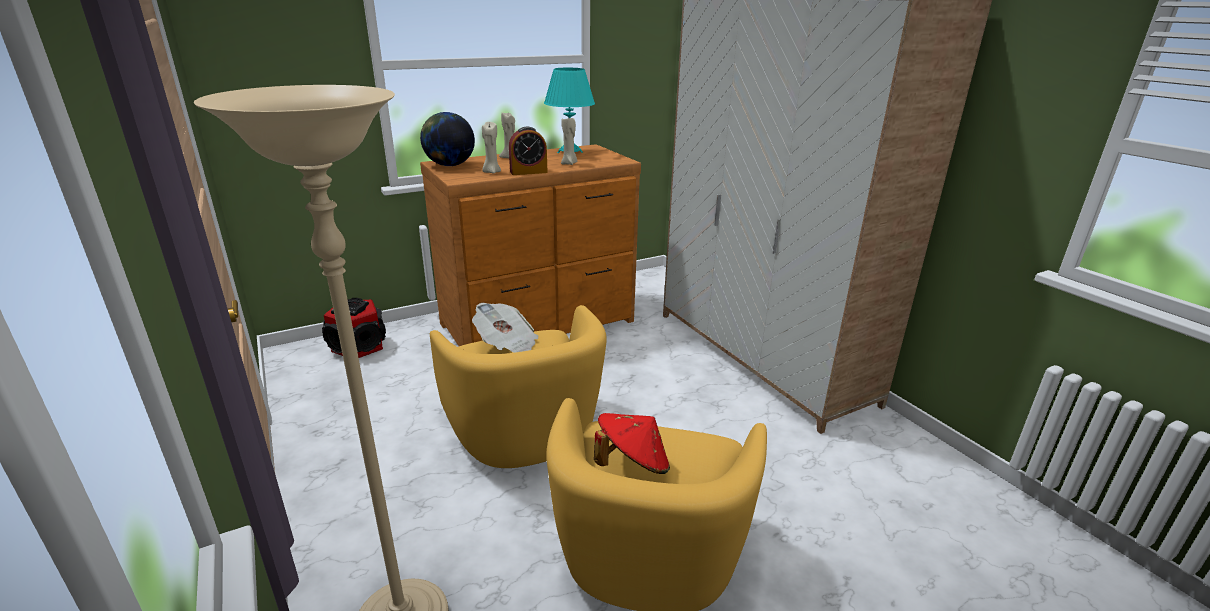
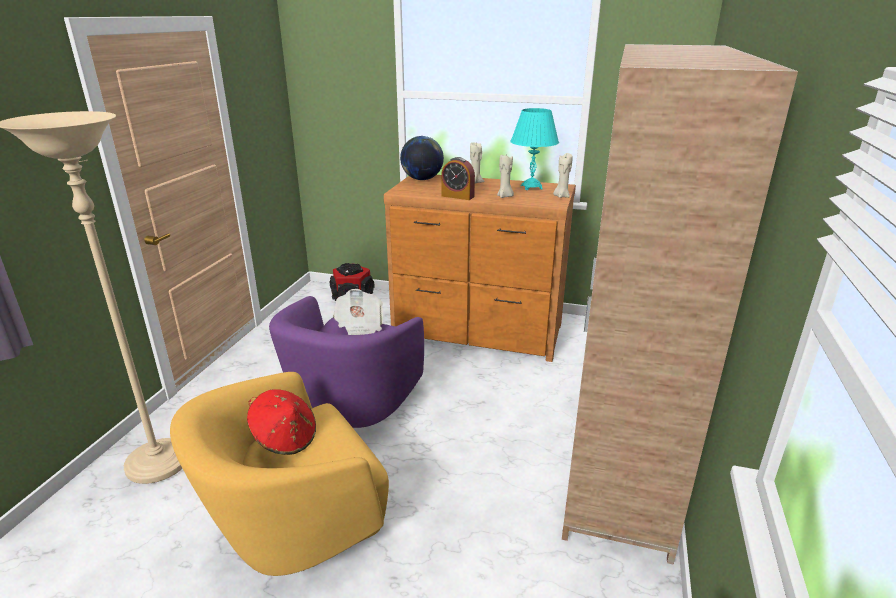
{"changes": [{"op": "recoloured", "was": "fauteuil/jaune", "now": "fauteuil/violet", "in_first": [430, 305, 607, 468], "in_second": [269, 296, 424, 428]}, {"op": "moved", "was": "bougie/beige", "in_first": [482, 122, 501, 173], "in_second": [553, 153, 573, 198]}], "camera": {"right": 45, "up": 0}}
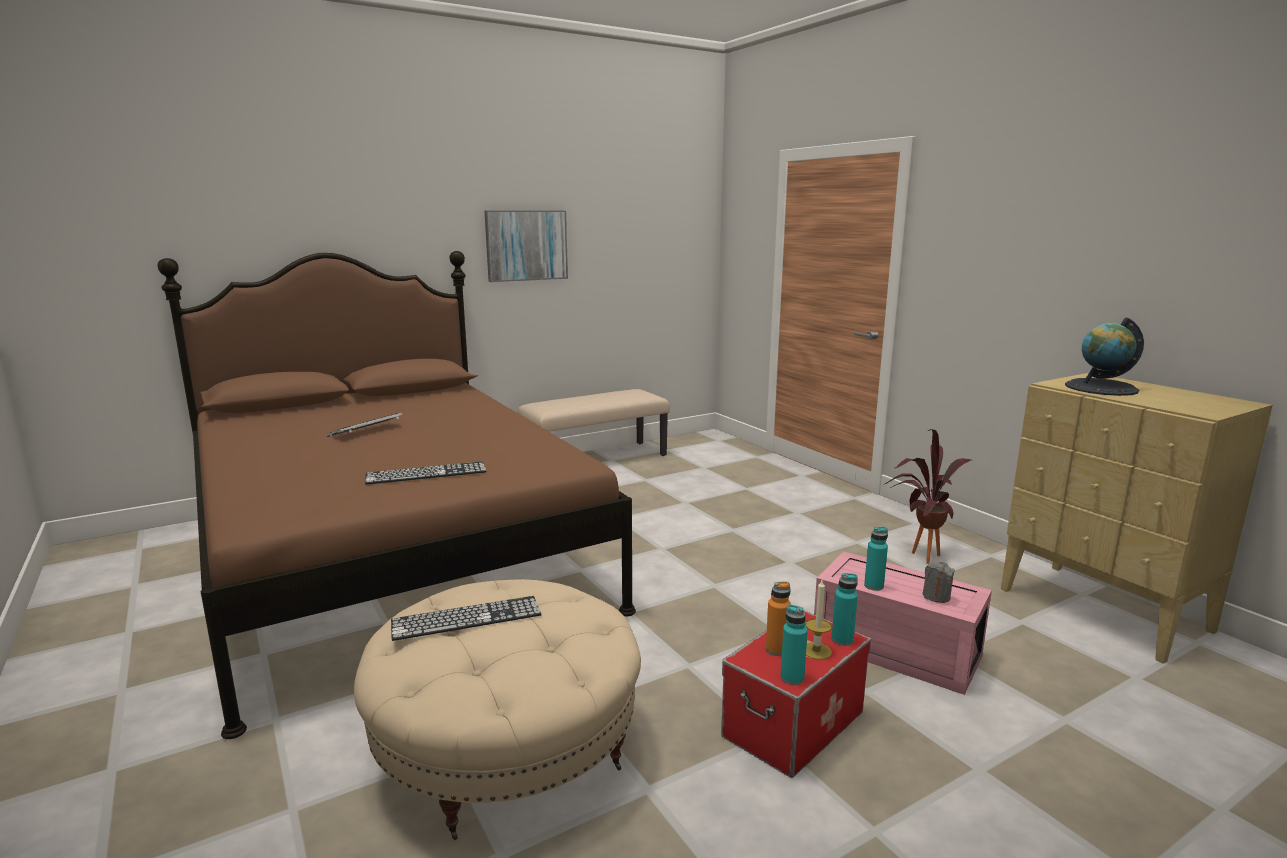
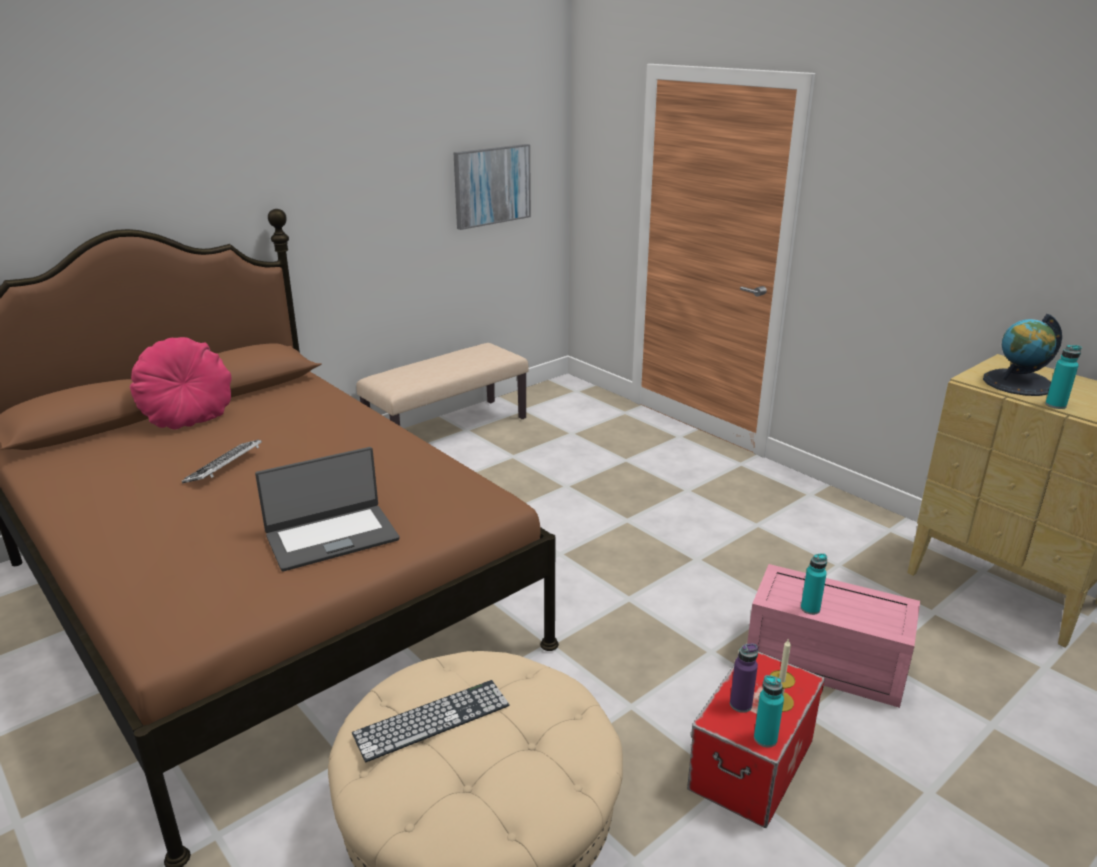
{"changes": [{"op": "added", "now": "coussin/rose", "in_second": [130, 337, 231, 430]}, {"op": "replaced", "was": "clavier", "now": "ordinateur portable", "in_first": [365, 462, 487, 485], "in_second": [255, 447, 400, 571]}, {"op": "moved", "was": "tableau", "in_first": [484, 210, 568, 282], "in_second": [453, 144, 531, 230]}, {"op": "recoloured", "was": "bouteille/orange", "now": "bouteille/violet", "in_first": [766, 582, 791, 656], "in_second": [730, 643, 758, 713]}, {"op": "moved", "was": "bouteille/turquoise", "in_first": [831, 573, 858, 646], "in_second": [1045, 345, 1082, 409]}, {"op": "removed", "was": "plante en pot", "in_first": [885, 429, 971, 564]}, {"op": "removed", "was": "bougie/gris", "in_first": [922, 561, 955, 603]}], "camera": {"right": -10, "up": 10}}
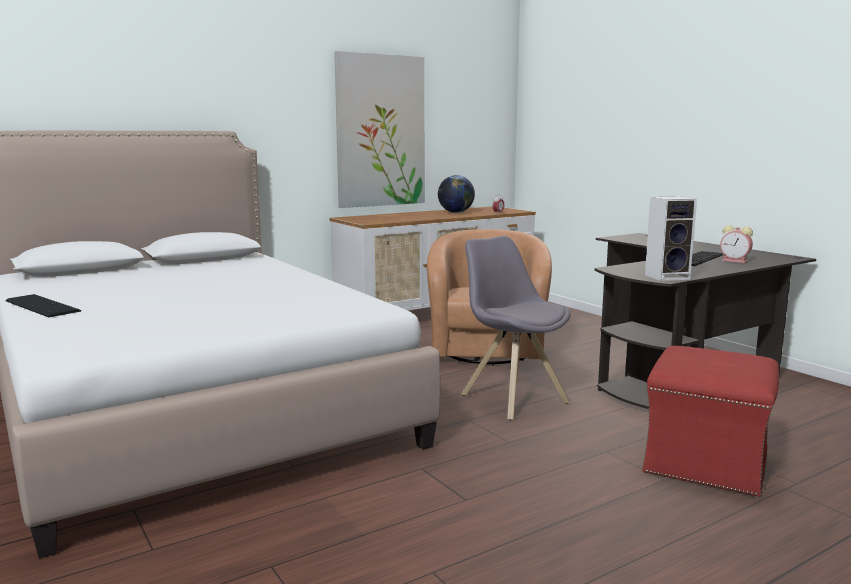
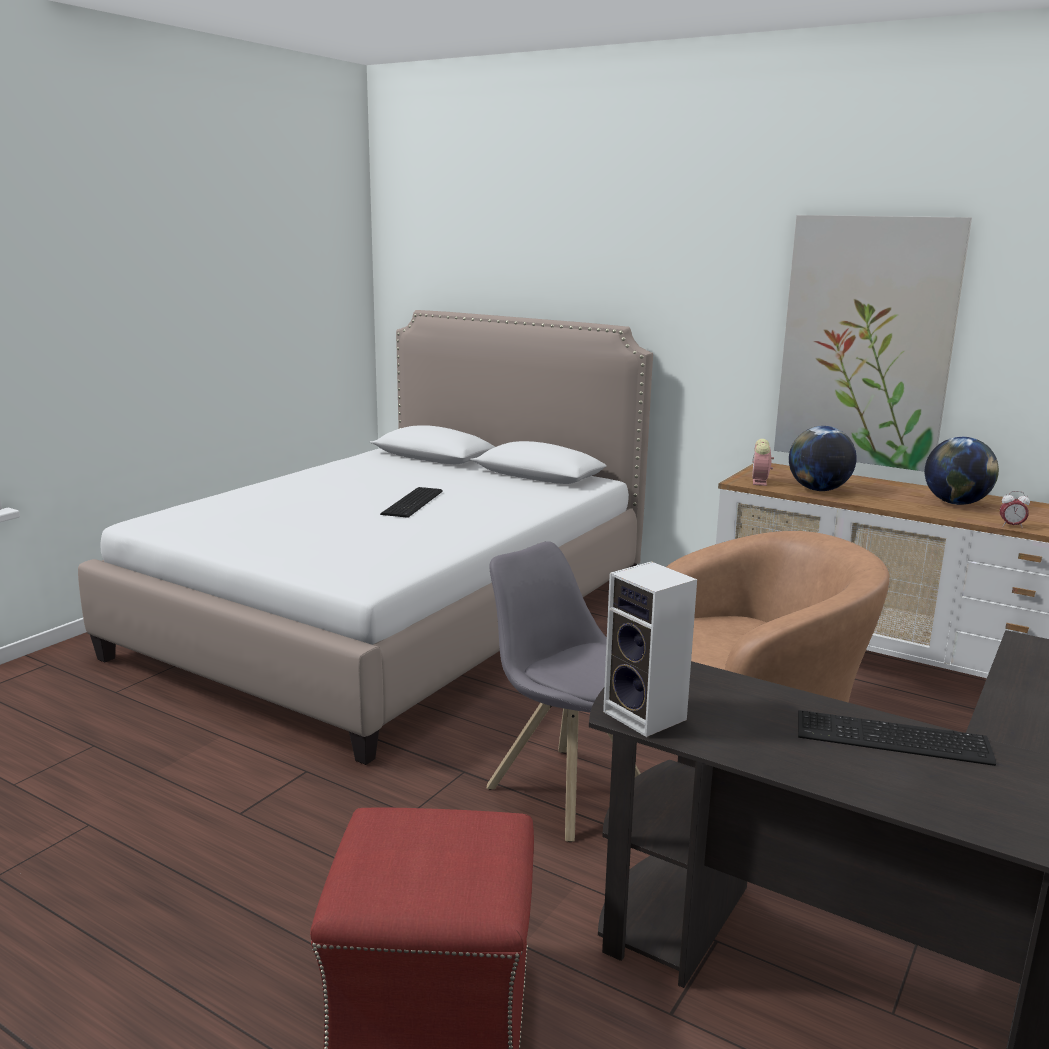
{"changes": [{"op": "moved", "was": "clavier", "in_first": [6, 294, 81, 317], "in_second": [380, 487, 443, 518]}, {"op": "turned", "was": "chaise/gris", "in_first": [461, 236, 570, 420], "in_second": [487, 541, 641, 842], "clockwise": -75}, {"op": "moved", "was": "réveil", "in_first": [720, 226, 753, 263], "in_second": [752, 439, 774, 486]}, {"op": "added", "now": "globe", "in_second": [789, 426, 857, 491]}], "camera": {"right": 65, "up": 5}}
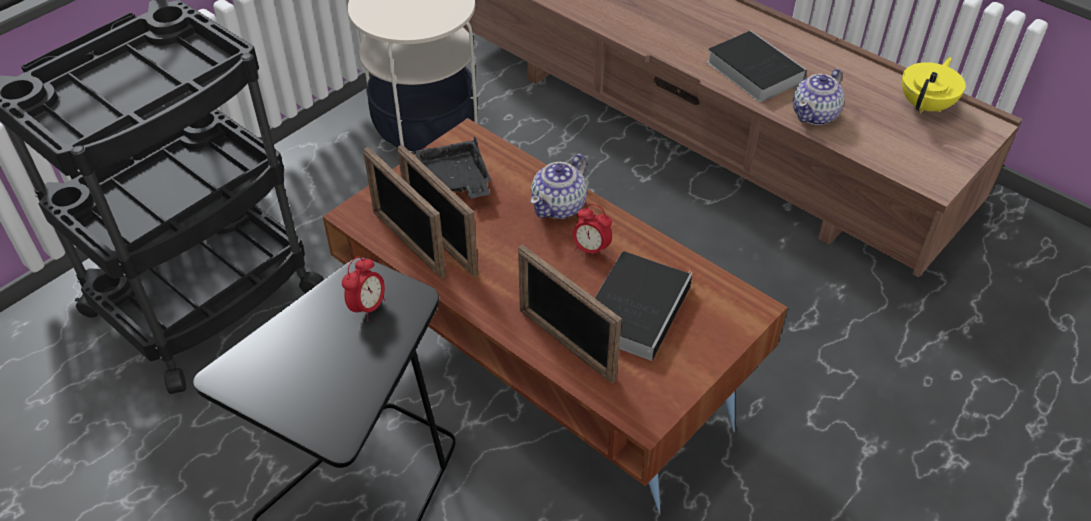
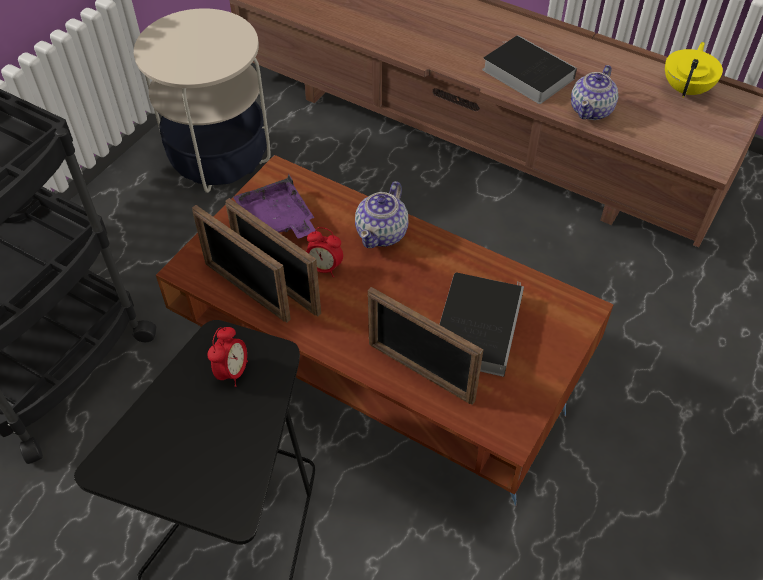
{"changes": [{"op": "recoloured", "was": "plateau/noir", "now": "plateau/violet", "in_first": [415, 136, 491, 198], "in_second": [233, 174, 315, 239]}, {"op": "moved", "was": "réveil", "in_first": [573, 204, 612, 260], "in_second": [306, 227, 343, 277]}], "camera": {"right": -10, "up": 5}}
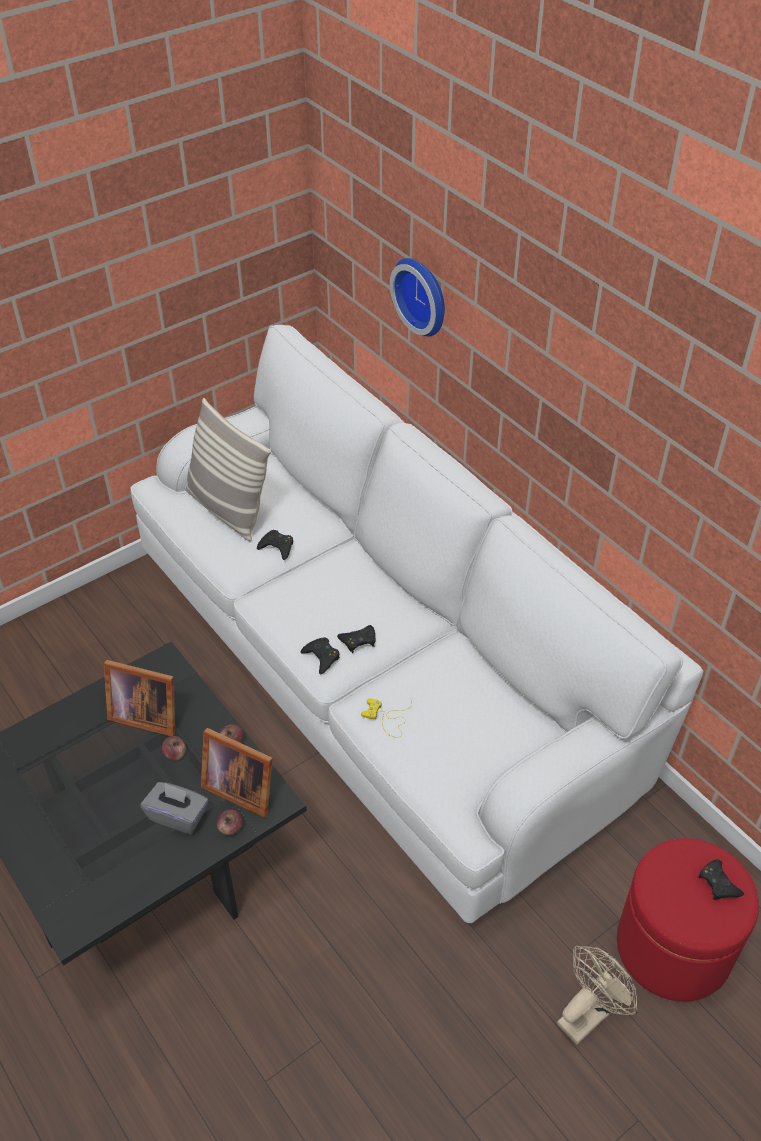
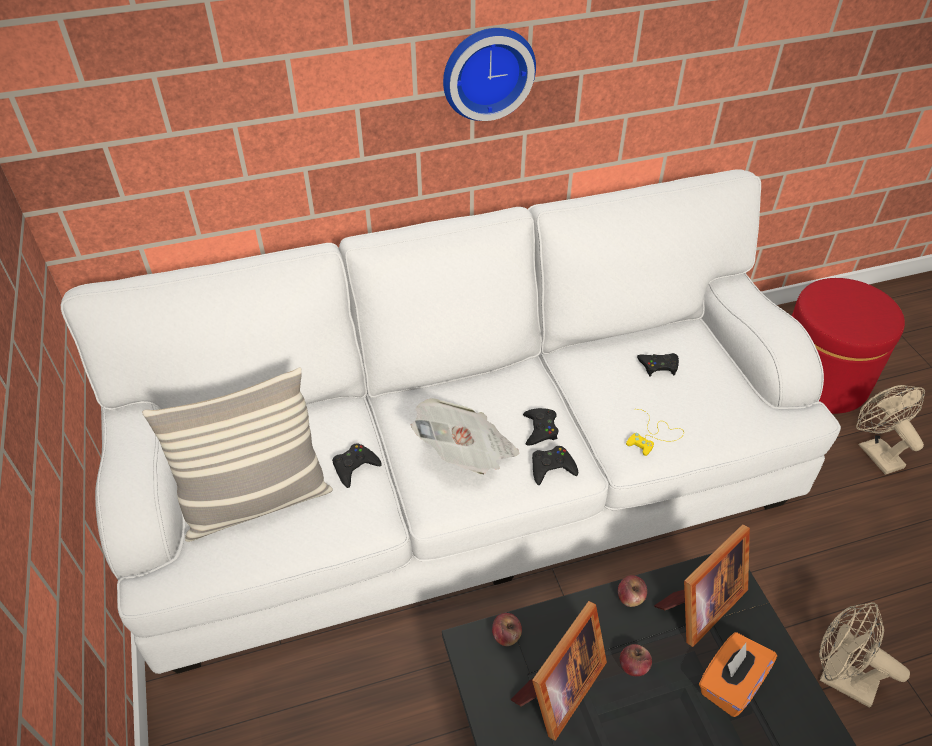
{"changes": [{"op": "added", "now": "journal", "in_second": [411, 398, 519, 474]}, {"op": "moved", "was": "horloge murale", "in_first": [390, 258, 445, 336], "in_second": [443, 28, 536, 121]}, {"op": "moved", "was": "pomme", "in_first": [217, 809, 242, 835], "in_second": [492, 613, 522, 646]}, {"op": "moved", "was": "manette/noir", "in_first": [698, 860, 744, 900], "in_second": [637, 353, 679, 376]}, {"op": "recoloured", "was": "boîte à mouchoirs/gris", "now": "boîte à mouchoirs/orange", "in_first": [141, 782, 208, 834], "in_second": [699, 632, 777, 717]}, {"op": "added", "now": "ventilateur/beige", "in_second": [819, 602, 910, 708]}], "camera": {"right": -70, "up": 0}}
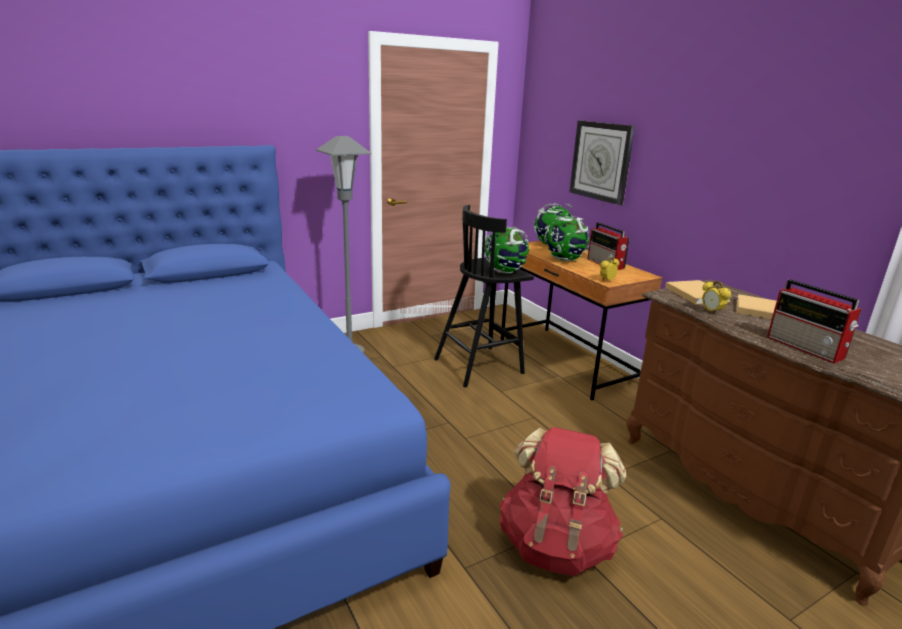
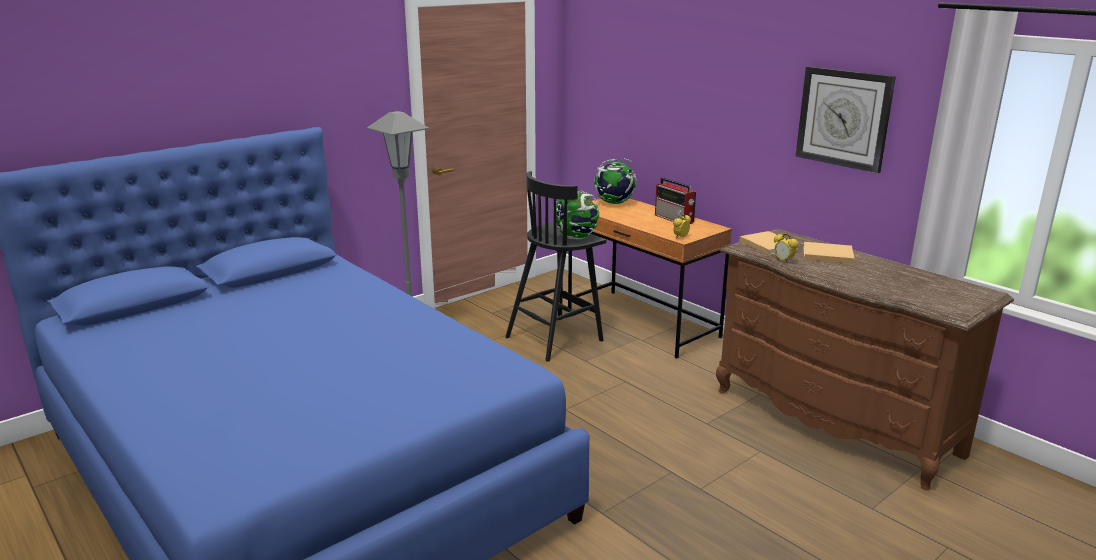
{"changes": [{"op": "moved", "was": "horloge murale", "in_first": [570, 120, 635, 205], "in_second": [795, 66, 896, 173]}, {"op": "removed", "was": "sac à dos/rouge", "in_first": [499, 427, 626, 576]}, {"op": "removed", "was": "globe", "in_first": [544, 216, 589, 261]}, {"op": "removed", "was": "radio", "in_first": [767, 279, 862, 363]}], "camera": {"right": -10, "up": 0}}
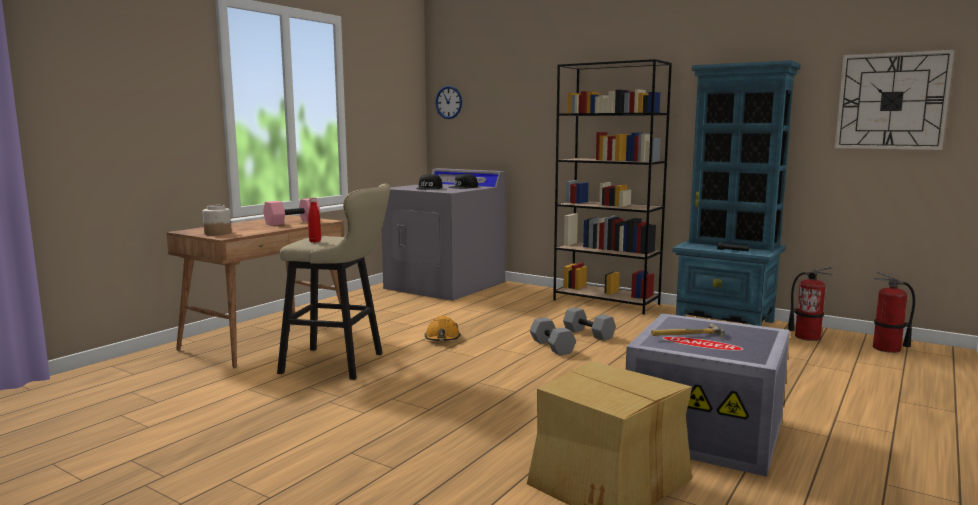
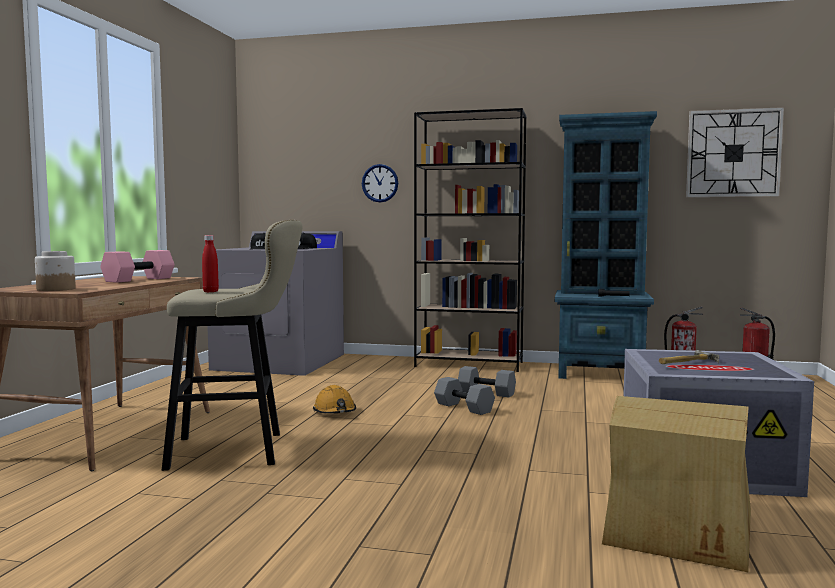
{"changes": [{"op": "moved", "was": "horloge murale", "in_first": [435, 86, 462, 119], "in_second": [362, 164, 398, 203]}], "camera": {"right": -20, "up": -5}}
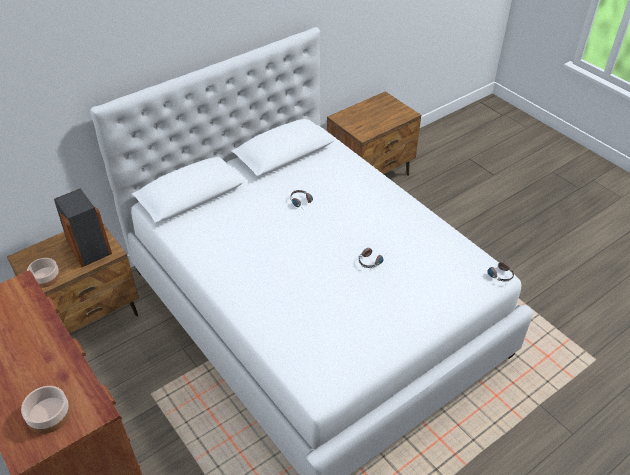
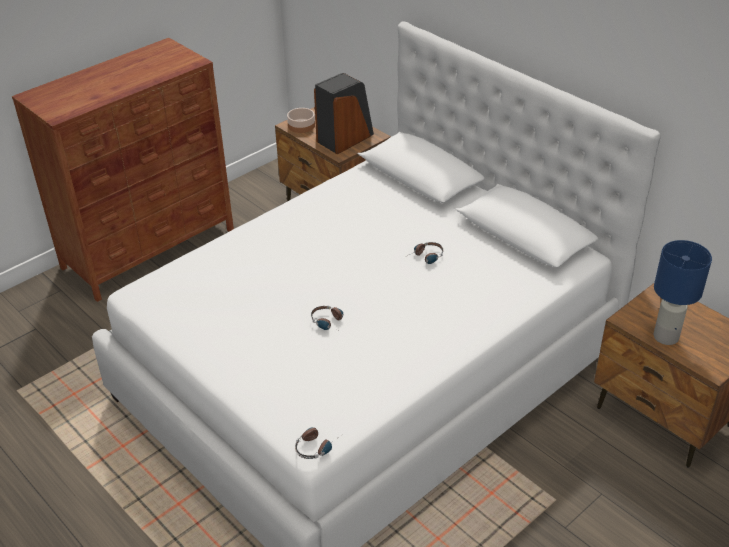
{"changes": [{"op": "added", "now": "lampe de table/bleu", "in_second": [654, 240, 712, 345]}, {"op": "removed", "was": "bol", "in_first": [21, 386, 71, 434]}], "camera": {"right": 85, "up": -5}}
